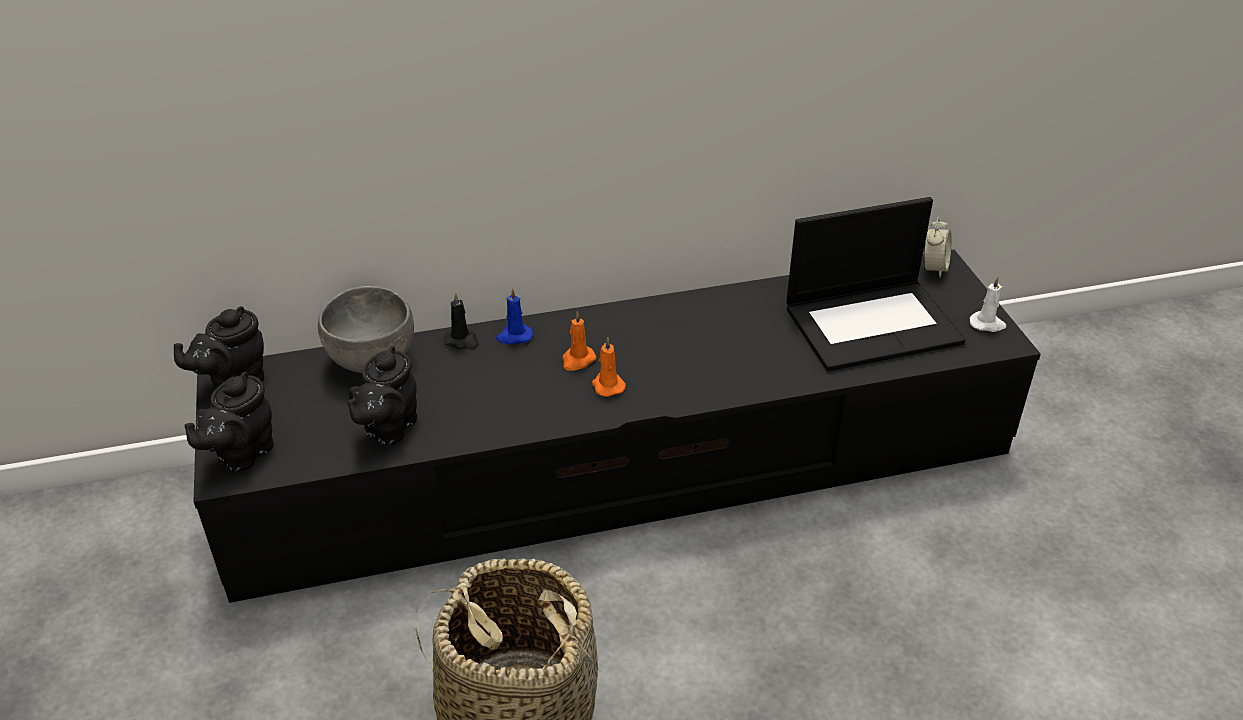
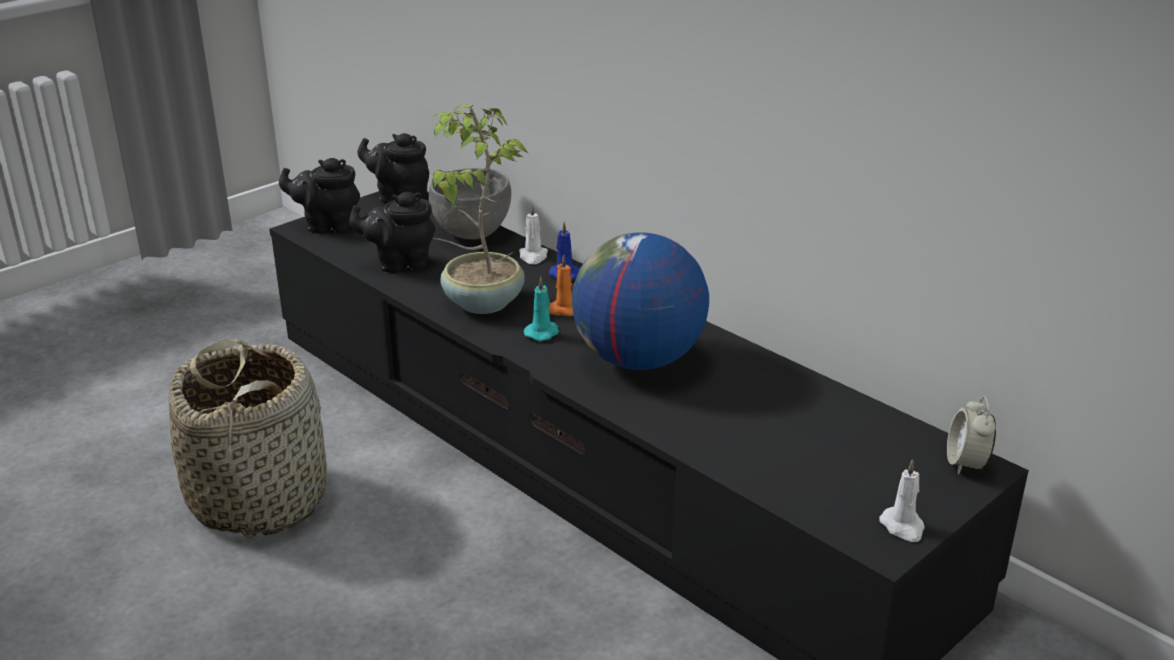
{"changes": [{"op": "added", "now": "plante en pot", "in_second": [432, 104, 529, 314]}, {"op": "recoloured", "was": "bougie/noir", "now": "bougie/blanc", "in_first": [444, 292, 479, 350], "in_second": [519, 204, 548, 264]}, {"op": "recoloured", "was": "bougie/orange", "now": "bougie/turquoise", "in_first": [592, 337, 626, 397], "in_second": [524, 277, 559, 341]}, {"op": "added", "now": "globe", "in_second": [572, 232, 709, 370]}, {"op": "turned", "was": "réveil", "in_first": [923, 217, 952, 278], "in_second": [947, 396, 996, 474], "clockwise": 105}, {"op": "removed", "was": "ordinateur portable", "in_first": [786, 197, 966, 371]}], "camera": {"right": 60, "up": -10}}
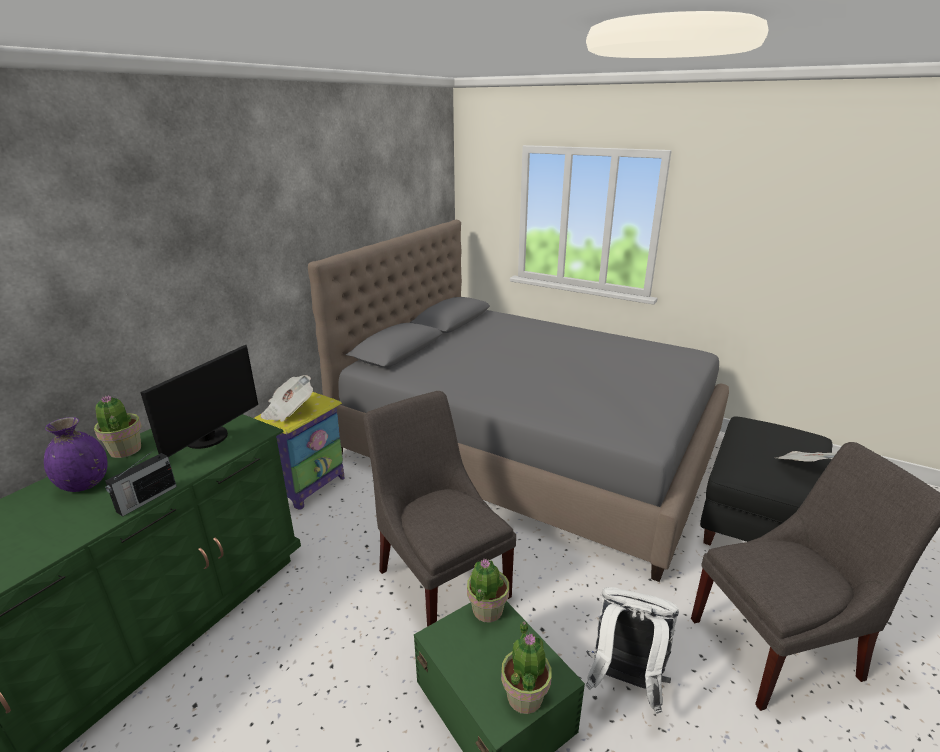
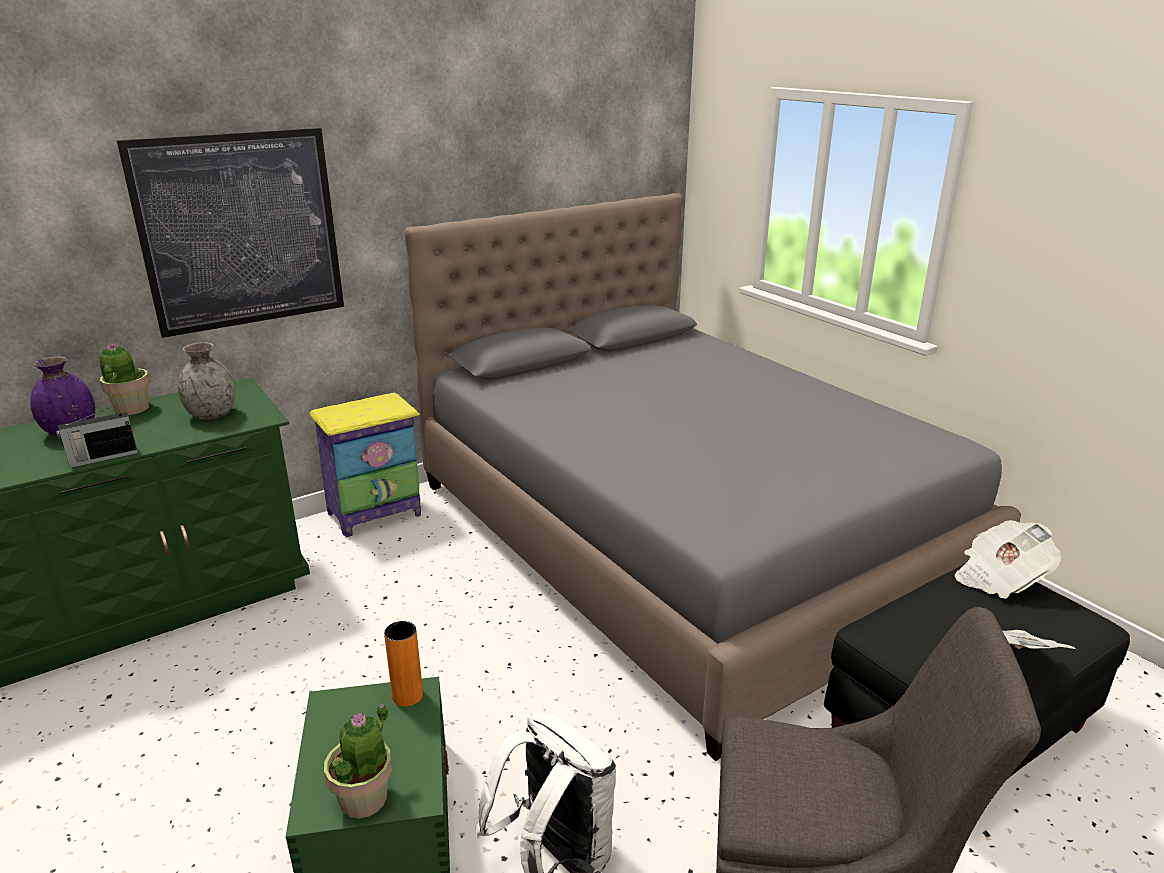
{"changes": [{"op": "added", "now": "tableau", "in_second": [117, 128, 344, 338]}, {"op": "replaced", "was": "écran d'ordinateur", "now": "vase/gris", "in_first": [140, 345, 258, 457], "in_second": [178, 342, 236, 420]}, {"op": "replaced", "was": "plante en pot", "now": "vase/orange", "in_first": [467, 558, 509, 623], "in_second": [384, 621, 423, 707]}, {"op": "moved", "was": "journal", "in_first": [260, 375, 313, 422], "in_second": [955, 520, 1061, 599]}, {"op": "removed", "was": "chaise/gris", "in_first": [363, 391, 516, 627]}], "camera": {"right": 25, "up": 0}}
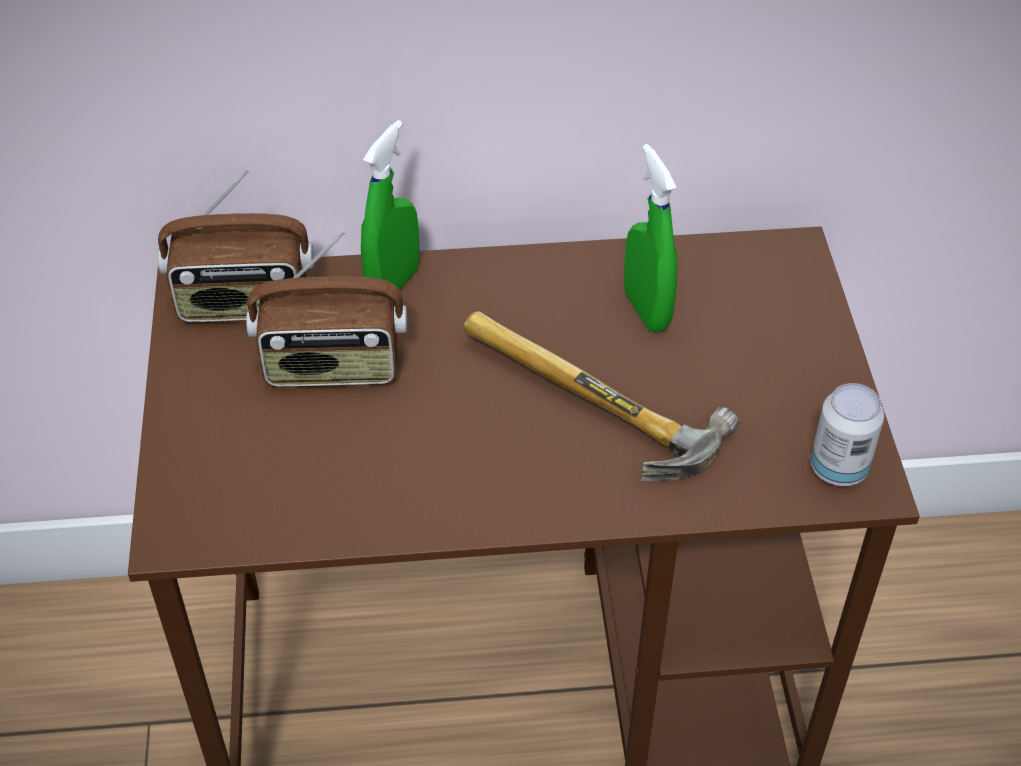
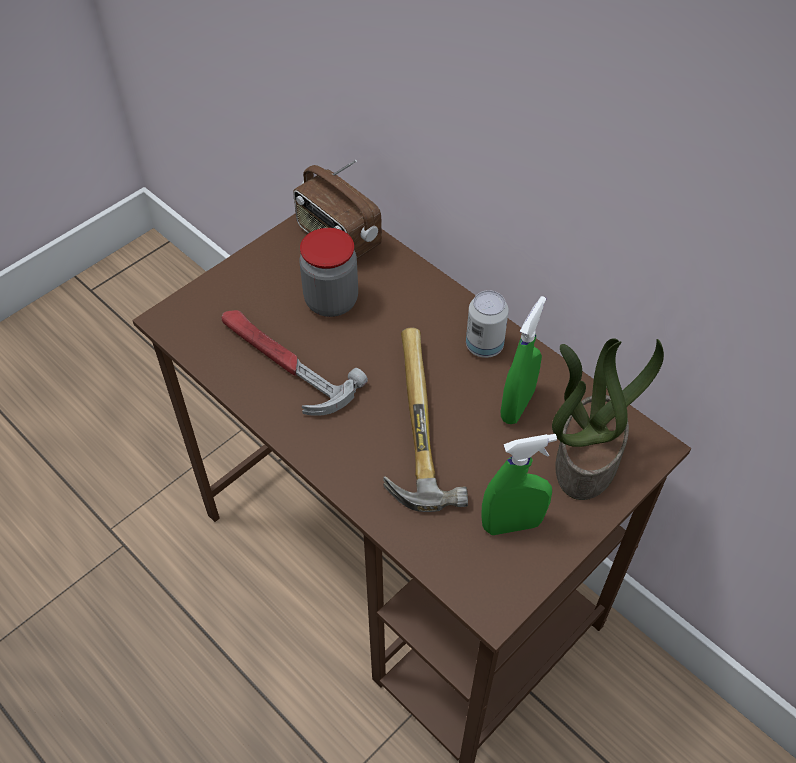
{"changes": [{"op": "added", "now": "marteau", "in_second": [221, 310, 368, 416]}, {"op": "replaced", "was": "radio", "now": "bocal", "in_first": [246, 231, 407, 387], "in_second": [299, 228, 358, 317]}, {"op": "moved", "was": "boîte métallique", "in_first": [810, 383, 884, 486], "in_second": [466, 290, 509, 358]}, {"op": "moved", "was": "vaporisateur/vert", "in_first": [361, 120, 419, 289], "in_second": [481, 434, 557, 535]}, {"op": "added", "now": "plante en pot", "in_second": [552, 338, 664, 500]}], "camera": {"right": 50, "up": 5}}
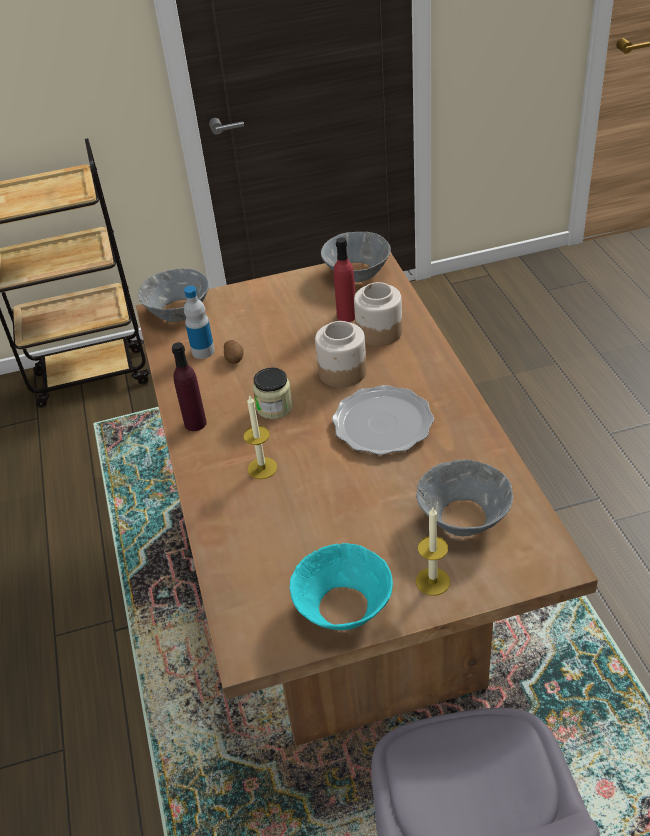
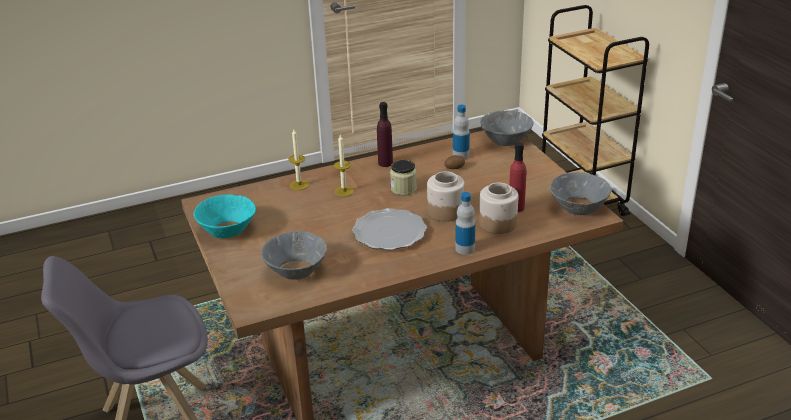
{"changes": [{"op": "moved", "was": "bougie", "in_first": [416, 508, 450, 596], "in_second": [288, 129, 309, 190]}, {"op": "added", "now": "bouteille", "in_second": [455, 192, 475, 255]}], "camera": {"right": 80, "up": -10}}
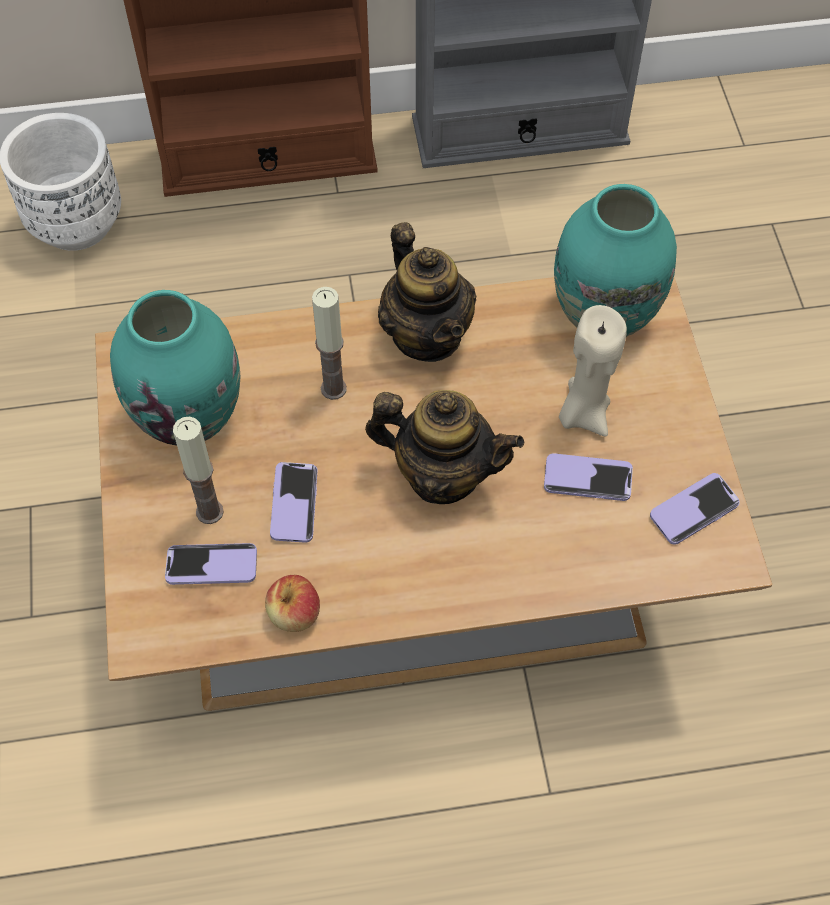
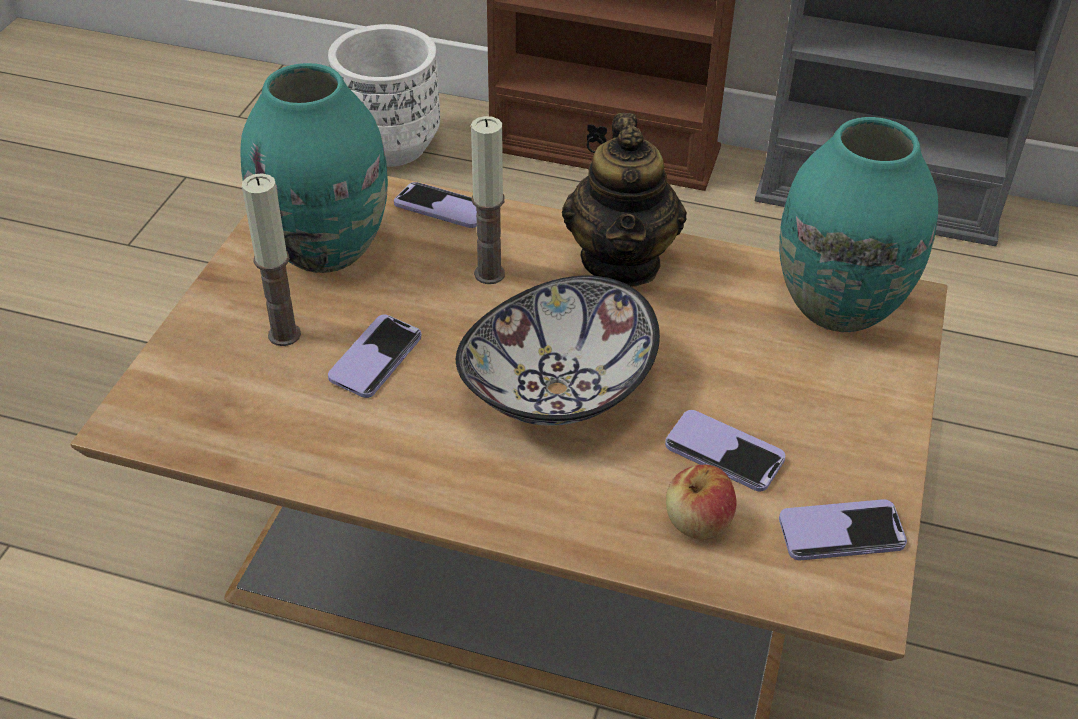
{"changes": [{"op": "moved", "was": "téléphone", "in_first": [165, 543, 257, 585], "in_second": [394, 182, 477, 228]}, {"op": "replaced", "was": "théière", "now": "bol", "in_first": [365, 390, 524, 504], "in_second": [456, 275, 660, 426]}, {"op": "moved", "was": "pomme", "in_first": [265, 575, 320, 632], "in_second": [666, 465, 737, 539]}, {"op": "removed", "was": "bougie/beige", "in_first": [559, 305, 627, 437]}], "camera": {"right": 25, "up": -15}}
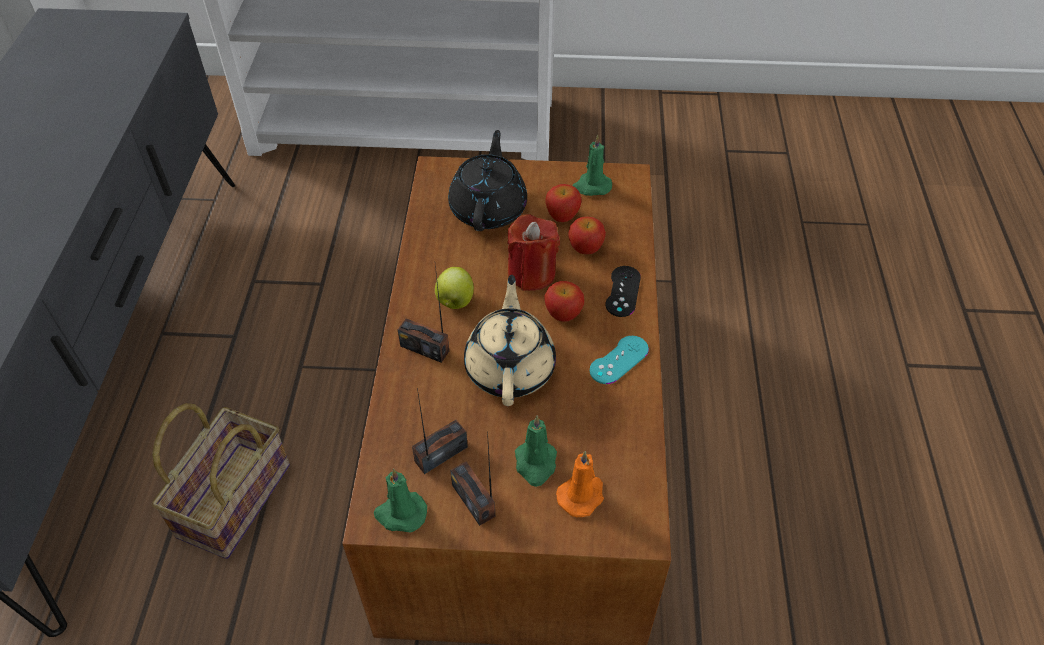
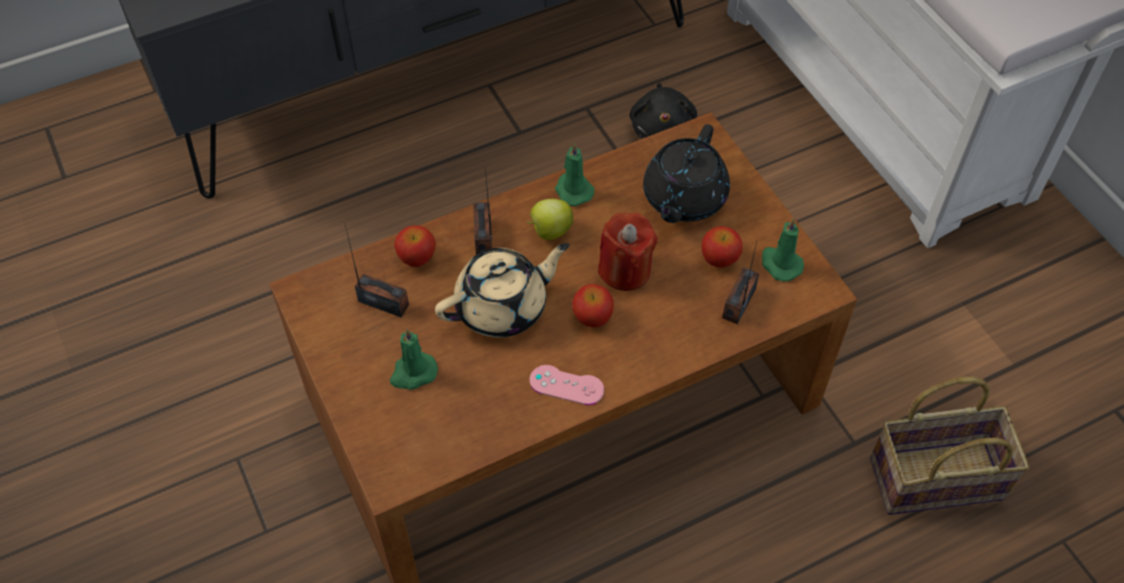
{"changes": [{"op": "moved", "was": "pomme", "in_first": [568, 217, 606, 254], "in_second": [394, 225, 436, 267]}, {"op": "recoloured", "was": "manette/turquoise", "now": "manette/rose", "in_first": [590, 336, 649, 384], "in_second": [530, 365, 604, 405]}, {"op": "moved", "was": "bougie/vert", "in_first": [374, 469, 427, 532], "in_second": [555, 142, 594, 206]}, {"op": "added", "now": "peluche/noir", "in_second": [629, 83, 697, 139]}, {"op": "turned", "was": "théière/noir", "in_first": [448, 130, 527, 231], "in_second": [643, 124, 730, 223], "clockwise": 135}, {"op": "moved", "was": "radio", "in_first": [450, 431, 495, 526], "in_second": [722, 241, 759, 325]}, {"op": "moved", "was": "panier", "in_first": [152, 403, 290, 559], "in_second": [870, 377, 1030, 515]}, {"op": "removed", "was": "bougie/orange", "in_first": [556, 451, 604, 517]}, {"op": "removed", "was": "manette/noir", "in_first": [606, 266, 641, 317]}], "camera": {"right": 60, "up": 5}}
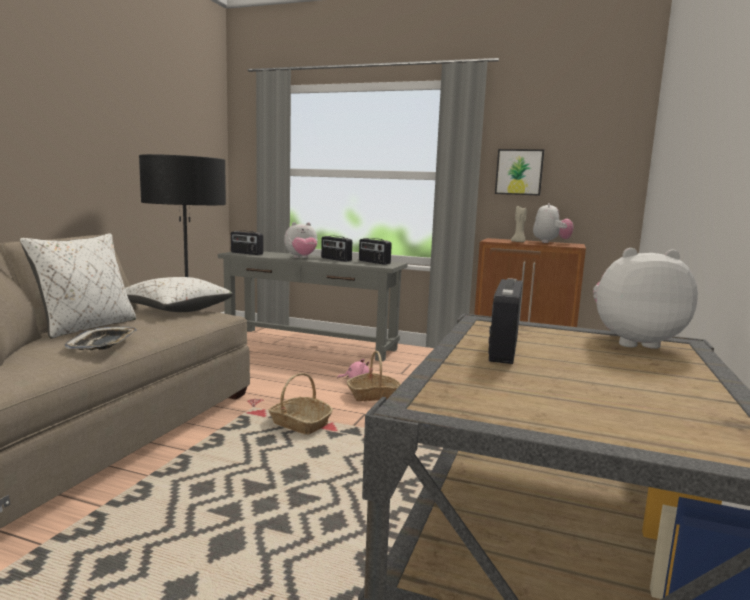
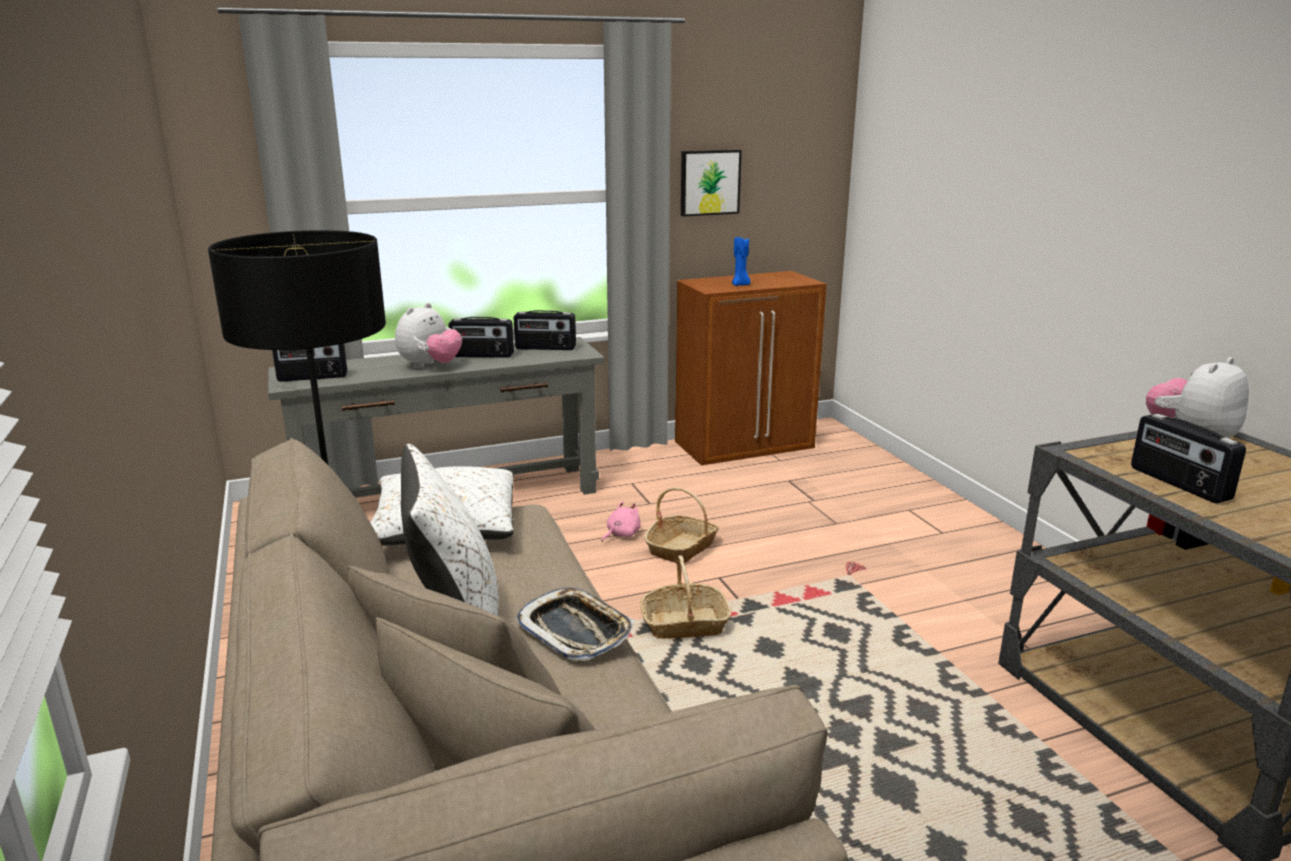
{"changes": [{"op": "recoloured", "was": "bougie/beige", "now": "bougie/bleu", "in_first": [511, 206, 527, 242], "in_second": [732, 237, 751, 286]}, {"op": "removed", "was": "peluche", "in_first": [533, 203, 574, 243]}], "camera": {"right": -40, "up": 10}}
